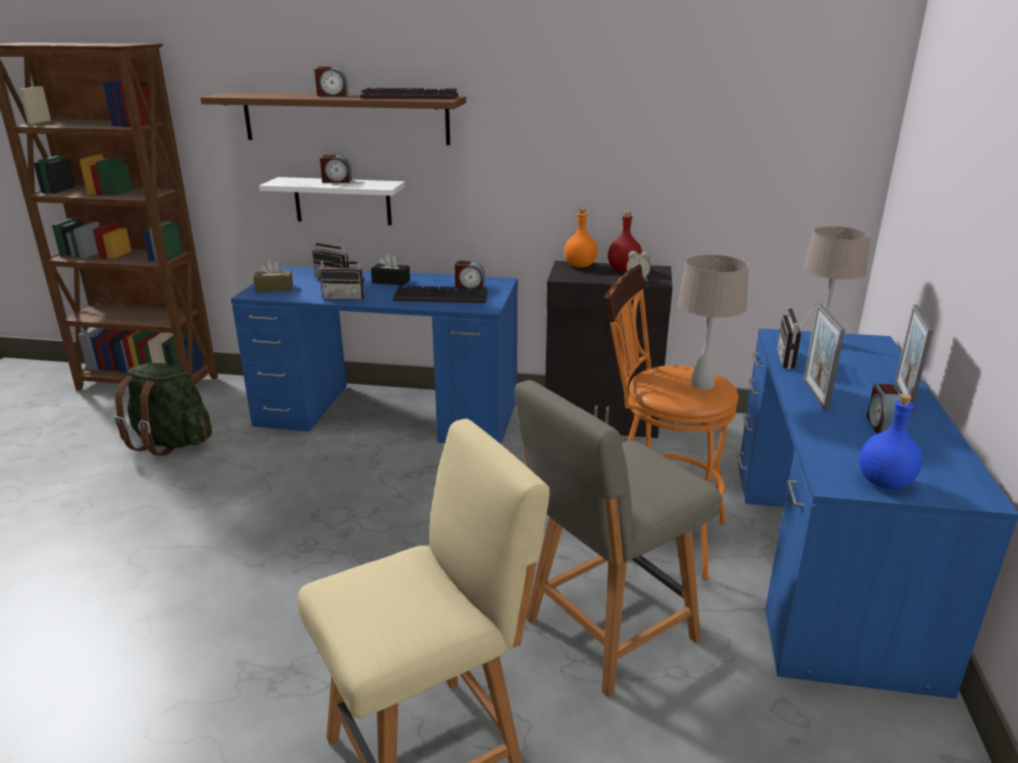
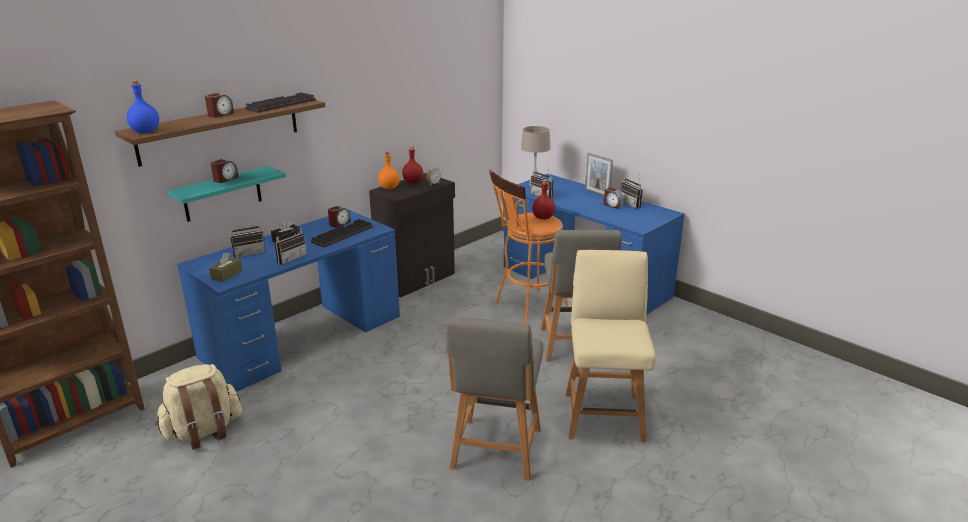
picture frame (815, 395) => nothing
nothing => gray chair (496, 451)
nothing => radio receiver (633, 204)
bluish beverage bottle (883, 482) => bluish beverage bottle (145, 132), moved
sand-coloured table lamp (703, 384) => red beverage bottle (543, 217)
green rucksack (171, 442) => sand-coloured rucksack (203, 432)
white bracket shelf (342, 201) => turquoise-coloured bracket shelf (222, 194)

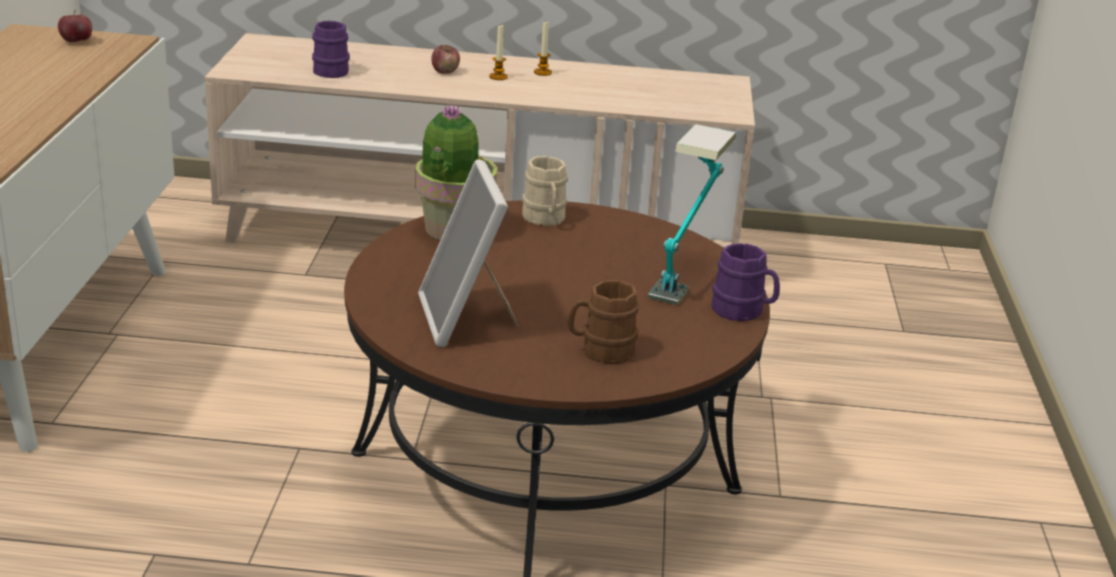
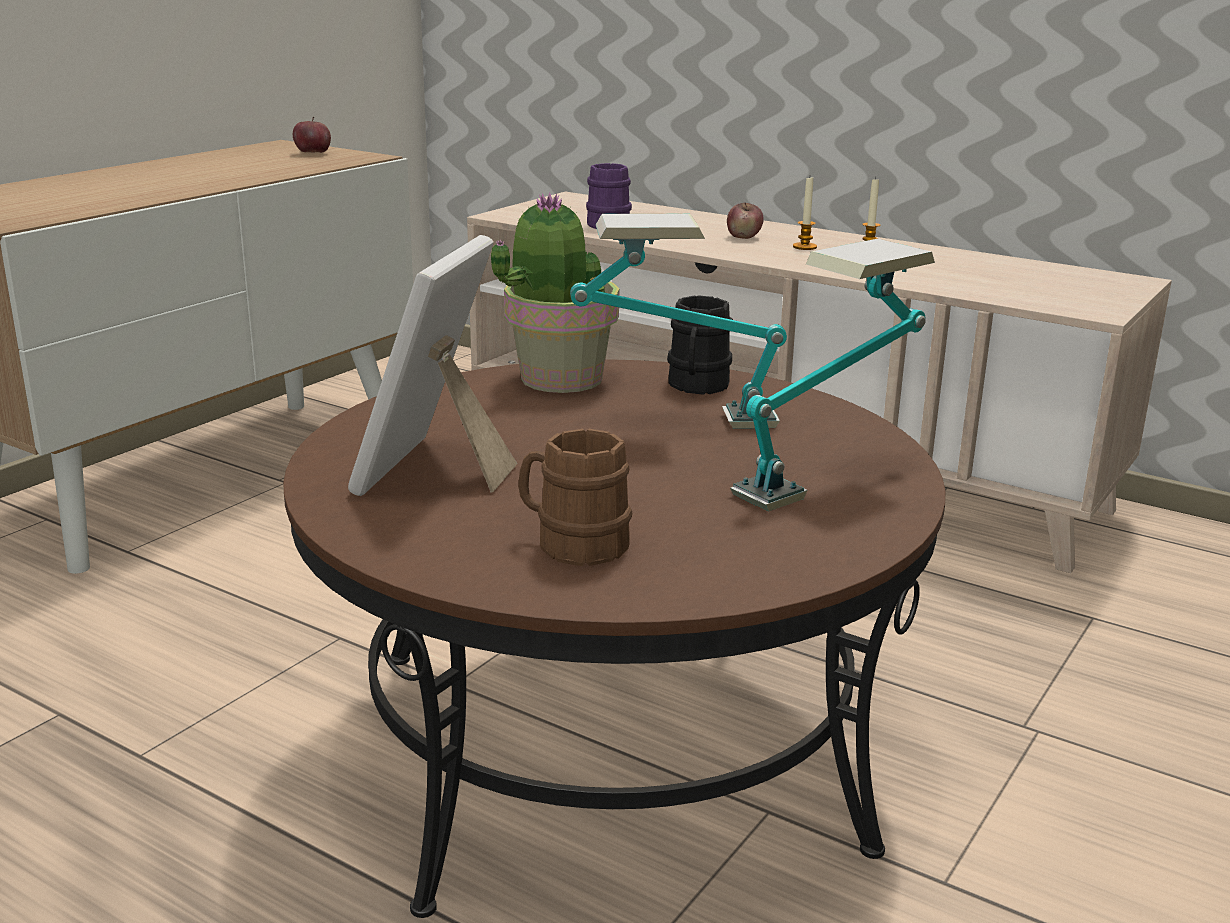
purple coffee mug (743, 312) => nothing
nothing => table lamp (676, 421)
sand-coloured coffee mug (545, 219) => black-coloured coffee mug (697, 386)

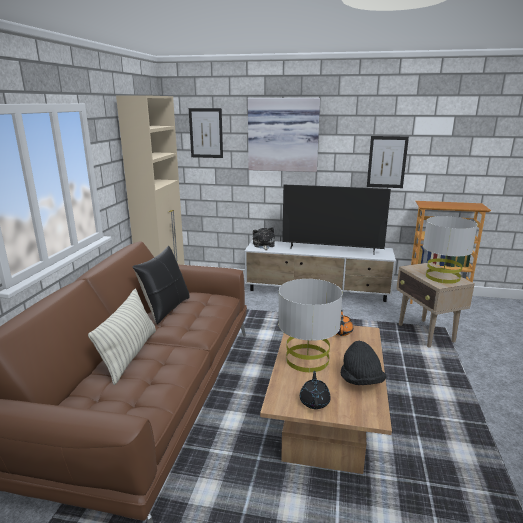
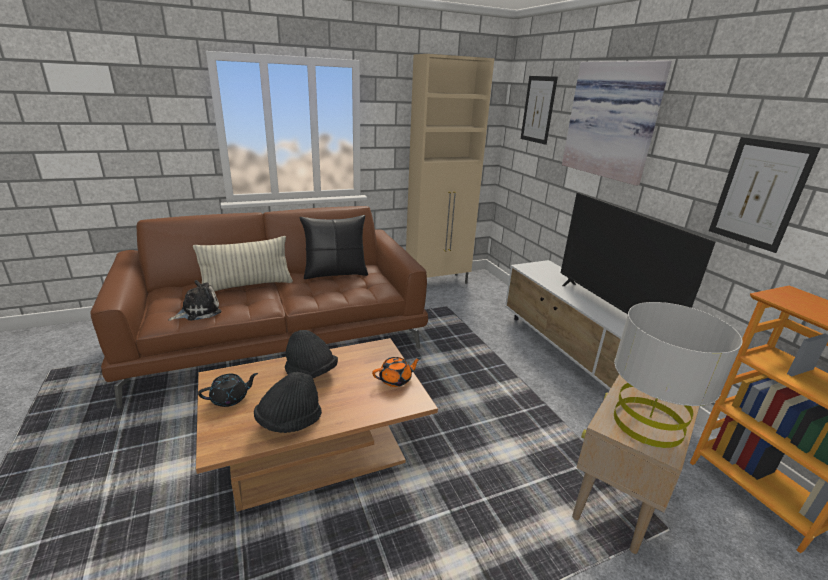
plush toy (263, 245) => plush toy (198, 311), moved
gray table lamp (307, 359) => black-coloured clothing hat (311, 372)

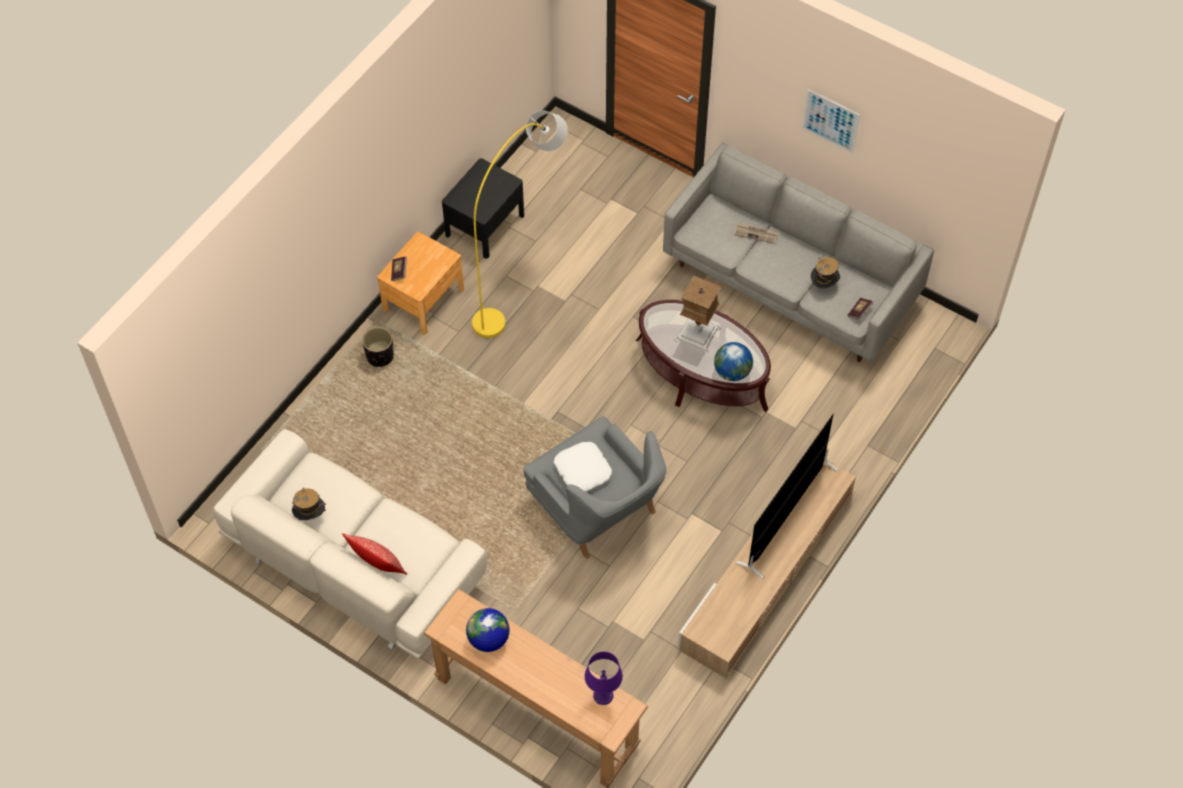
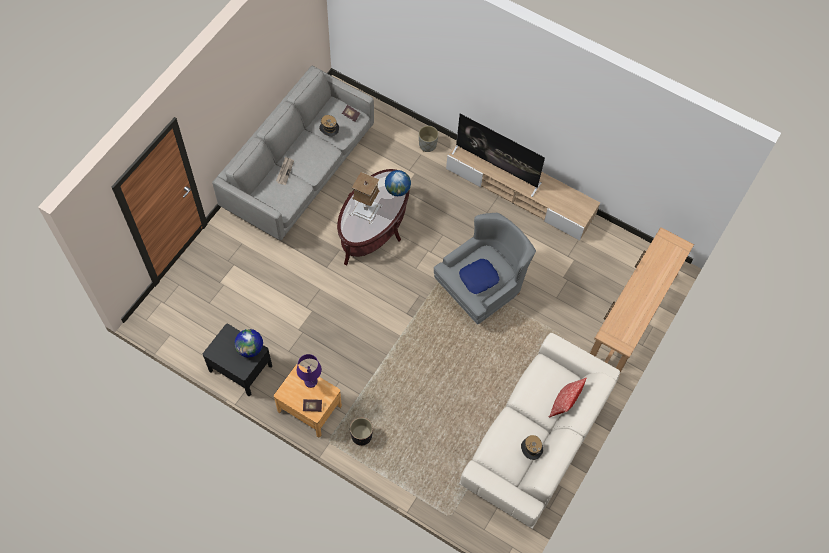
yellow-coloured floor lamp (522, 280) => nothing
picture (830, 121) => nothing
nothing => gray flower pot (427, 145)
desk globe (488, 639) => desk globe (250, 349), moved
purple table lamp (603, 696) => purple table lamp (311, 381), moved
white cushion (582, 470) => bluish cushion (479, 278)

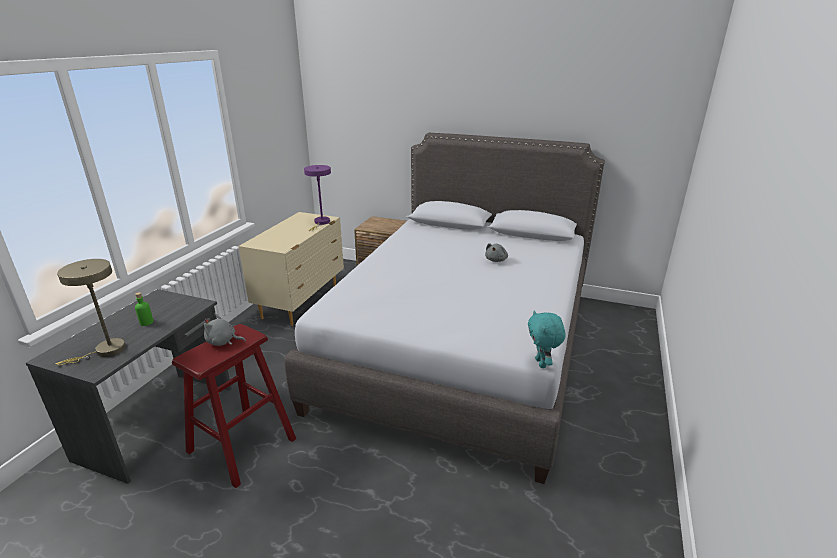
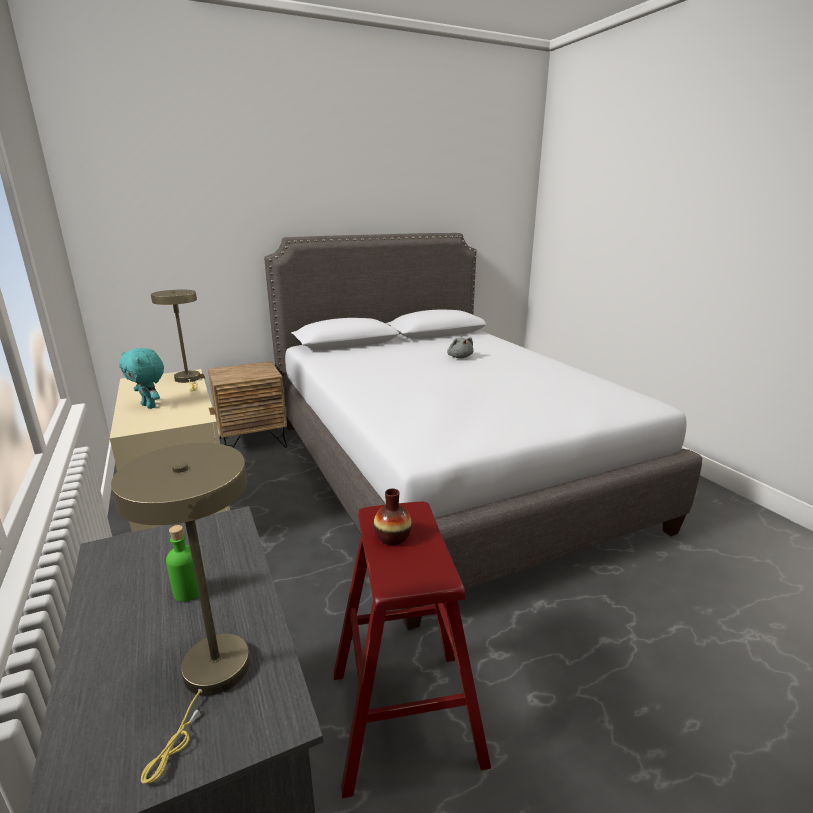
turquoise-coloured plush toy (542, 363) => turquoise-coloured plush toy (150, 406), moved
gray plush toy (223, 342) => flower vase (392, 537)
purple table lamp (321, 223) => sand-coloured table lamp (189, 380)

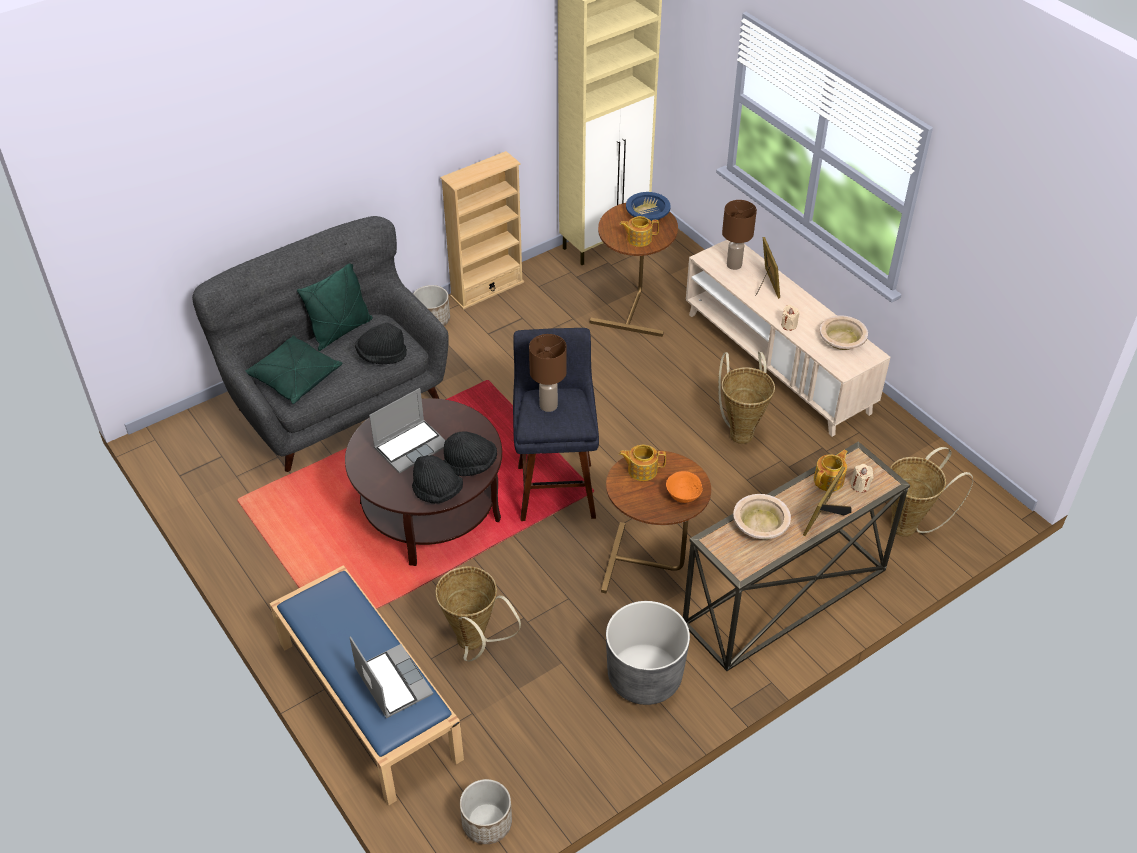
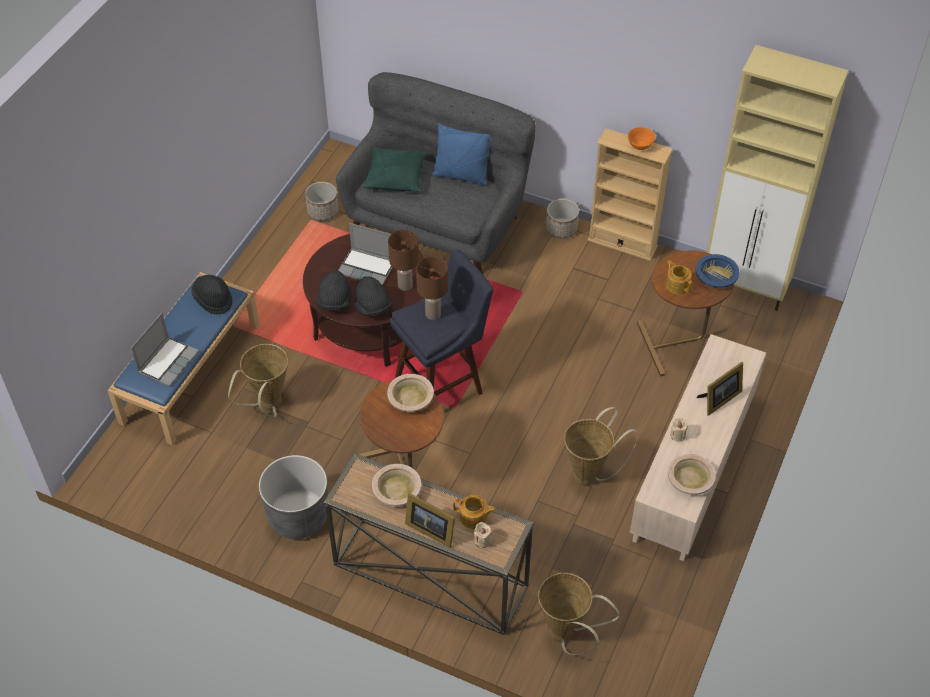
black-coloured clothing hat (381, 356) => black-coloured clothing hat (213, 300), moved
flower pot (487, 822) => flower pot (323, 211), moved
orangey bowl (683, 497) => orangey bowl (640, 146), moved
brown-coloured table lamp (734, 265) => brown-coloured table lamp (405, 285), moved
teapot (641, 470) => sand-coloured bowl (410, 398)
green cushion (340, 331) => bluish cushion (461, 176)
picture frame (824, 517) => picture frame (430, 529), 150 degrees counterclockwise

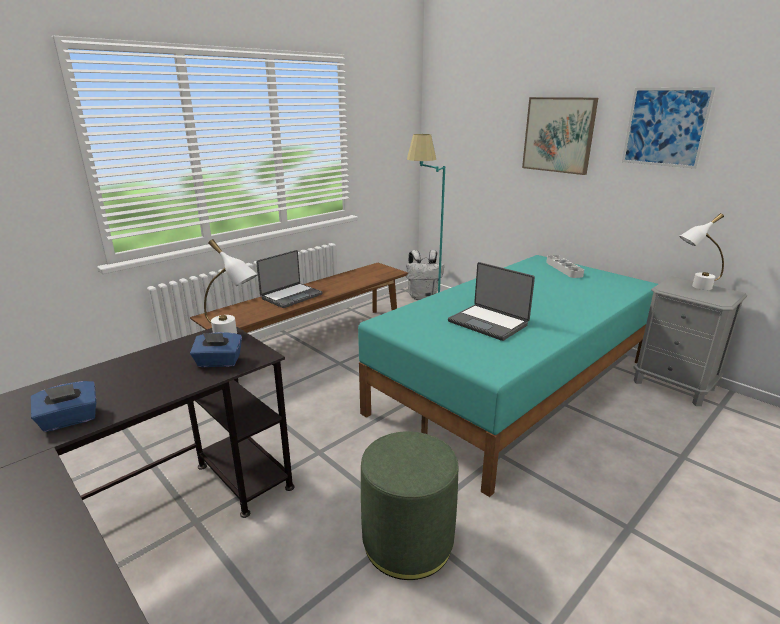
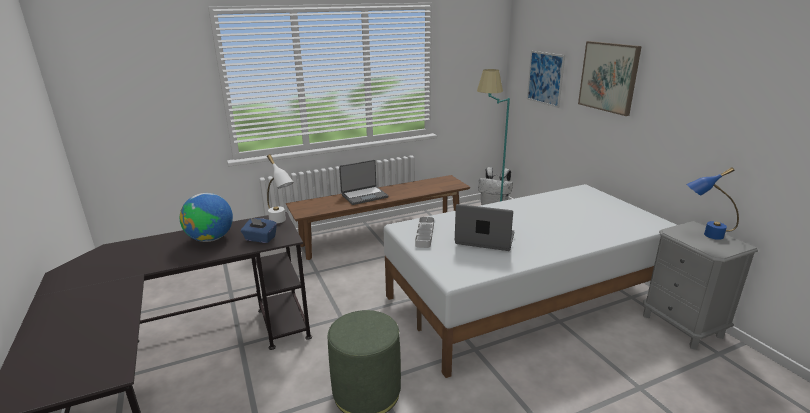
bluish tissue holder (70, 420) => nothing
nothing => desk globe (211, 239)
gray tray (564, 269) => gray tray (424, 234), moved
picture (665, 127) => picture (545, 78), moved
turquoise-coloured bedroom bed (516, 386) => white bedroom bed (526, 298)
white table lamp (694, 287) => bluish table lamp (704, 235)
portable computer (489, 323) => portable computer (484, 239), 135 degrees clockwise

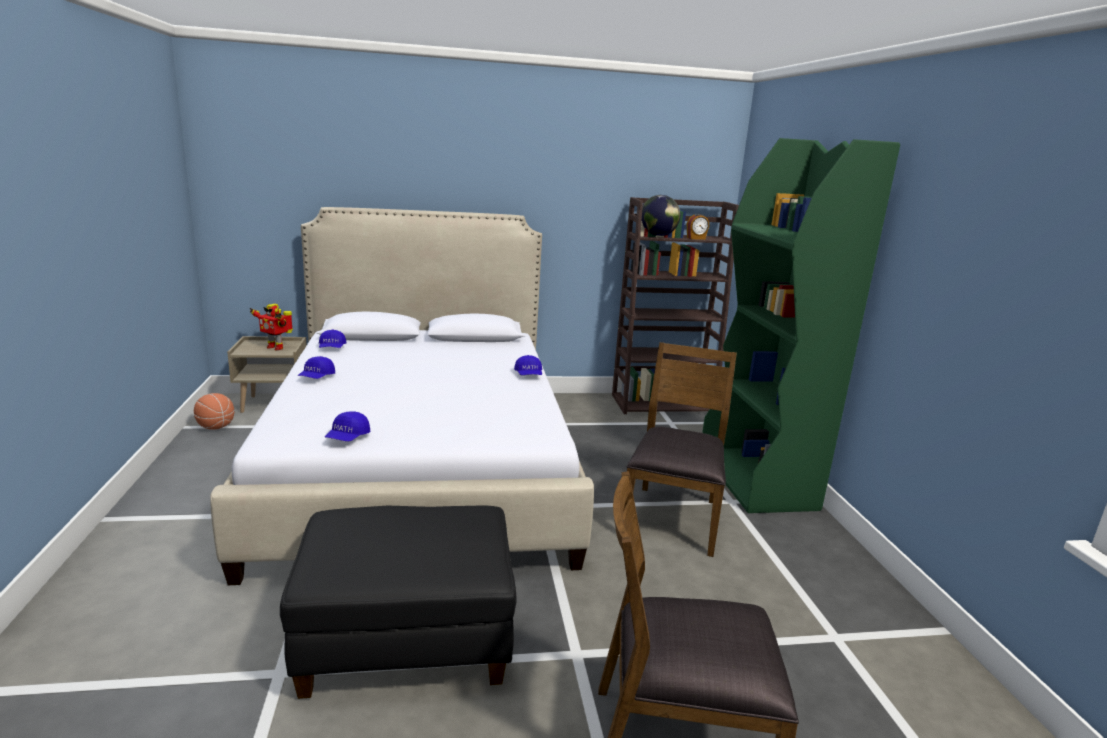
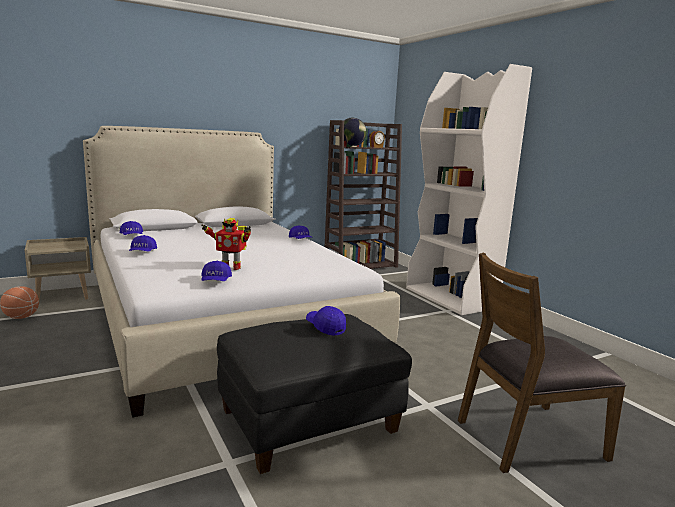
brown-coloured chair (672, 518) => nothing
nothing => bluish peaked cap (325, 327)
toy robot (275, 347) => toy robot (230, 267), moved
green bookshelf (757, 480) => white bookshelf (451, 298)

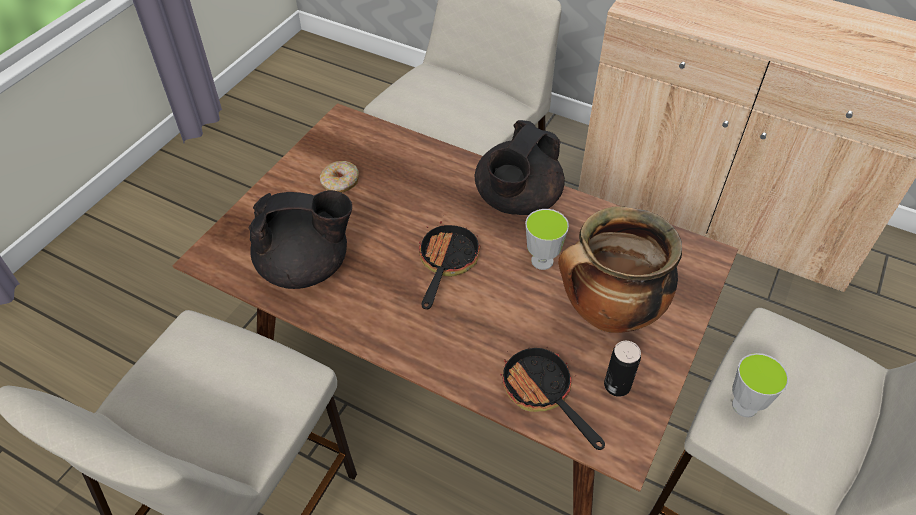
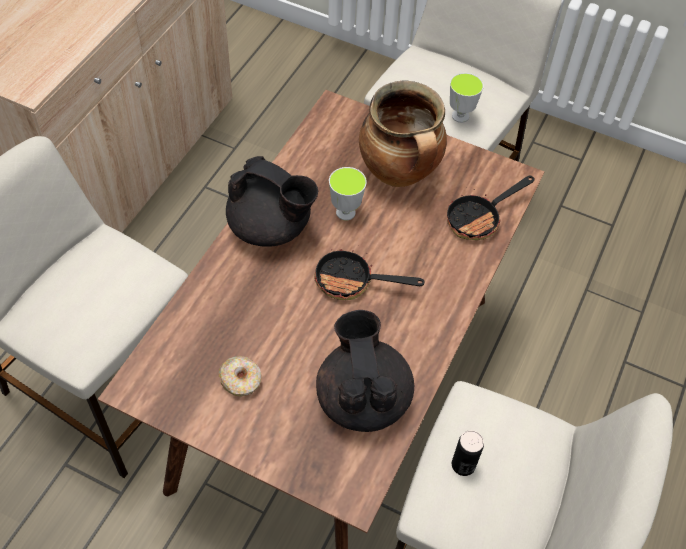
sealed can (617, 385) => sealed can (463, 465), moved

